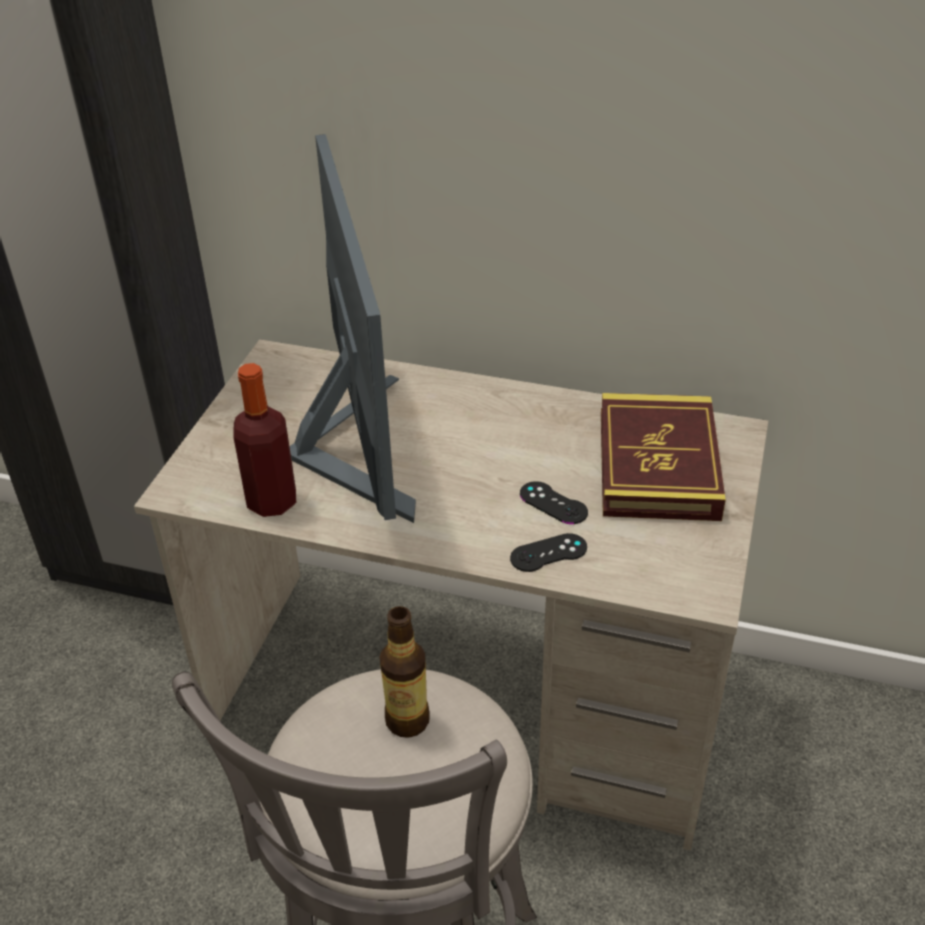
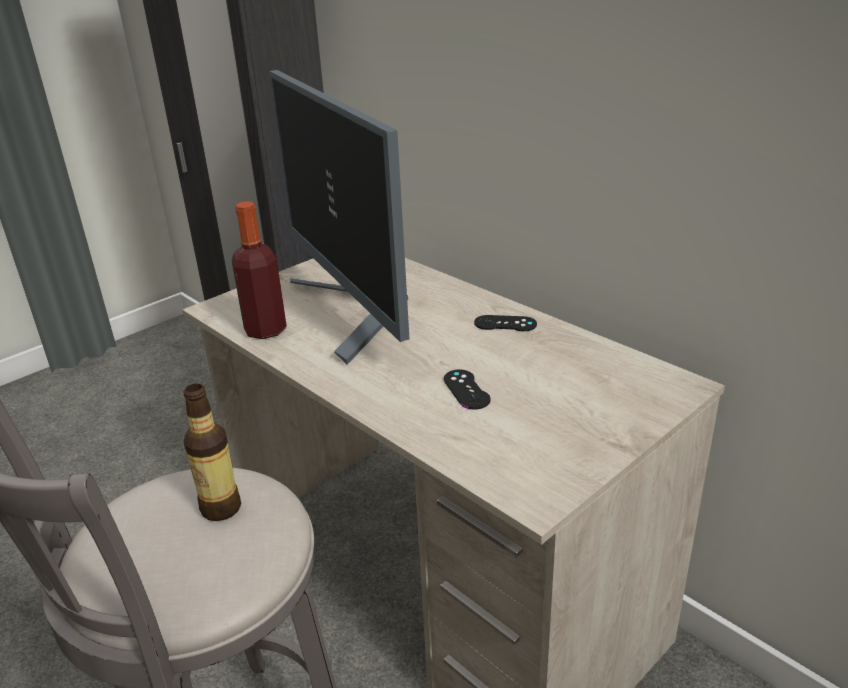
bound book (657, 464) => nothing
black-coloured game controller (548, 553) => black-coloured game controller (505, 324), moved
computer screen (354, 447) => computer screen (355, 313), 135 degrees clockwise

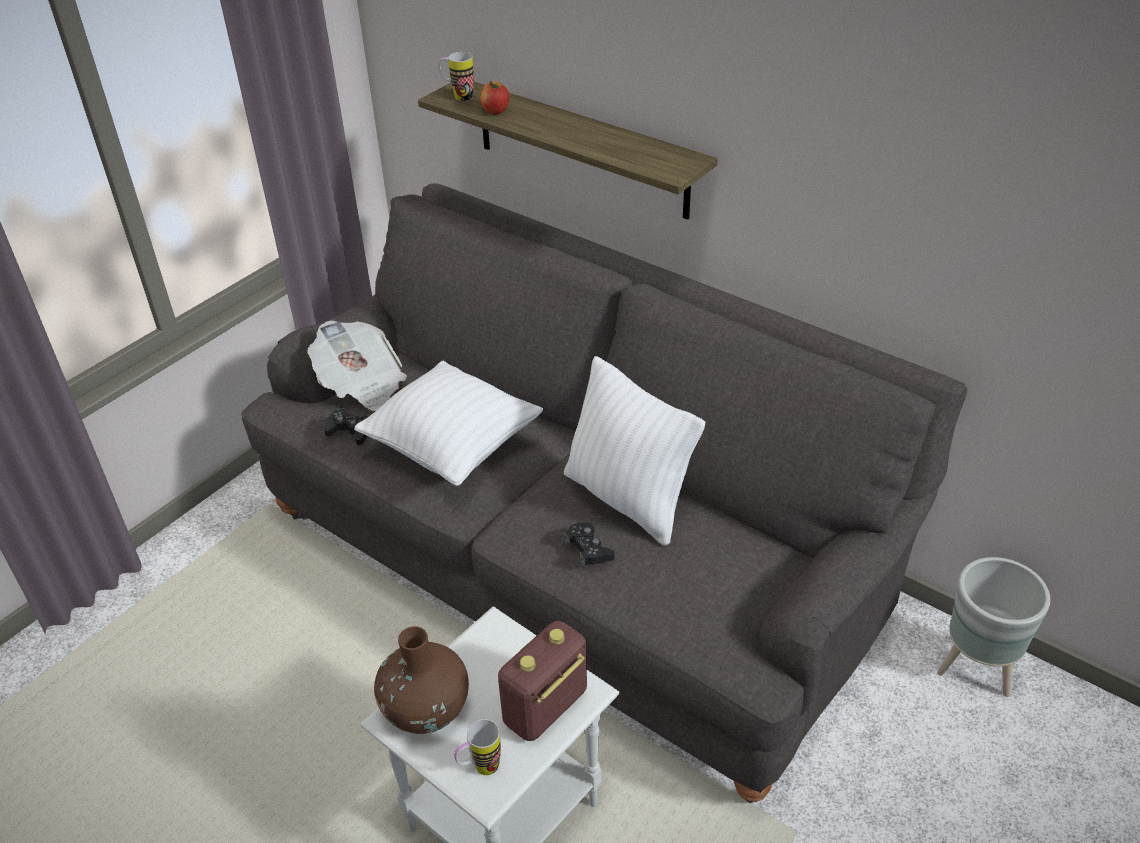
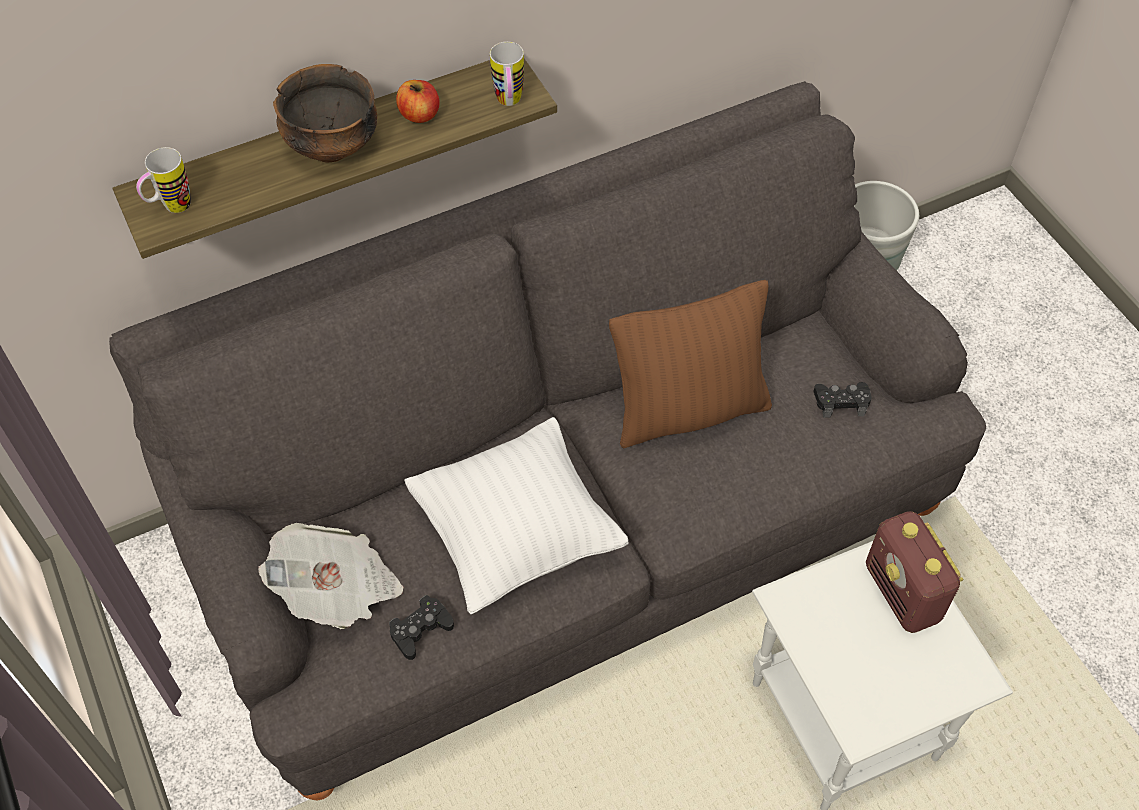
brown-coloured flower vase (426, 710) => nothing
nothing => bowl (331, 146)
coffee mug (480, 769) => coffee mug (509, 103), moved
apple fruit (495, 111) => apple fruit (419, 115), moved
black-coloured game controller (588, 549) => black-coloured game controller (841, 402), moved
white cushion (628, 499) => brown-coloured cushion (688, 410)

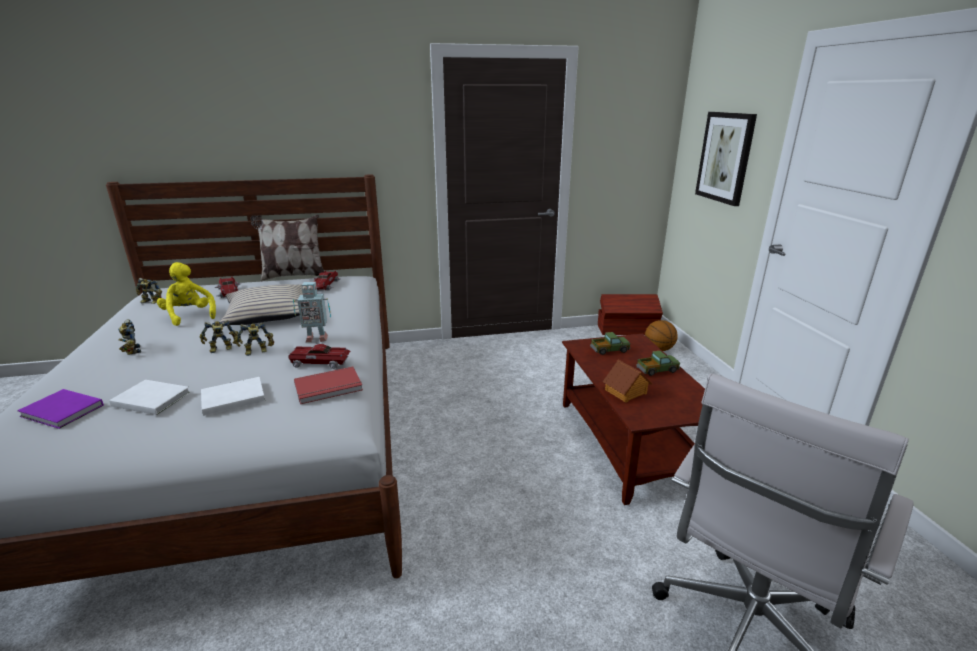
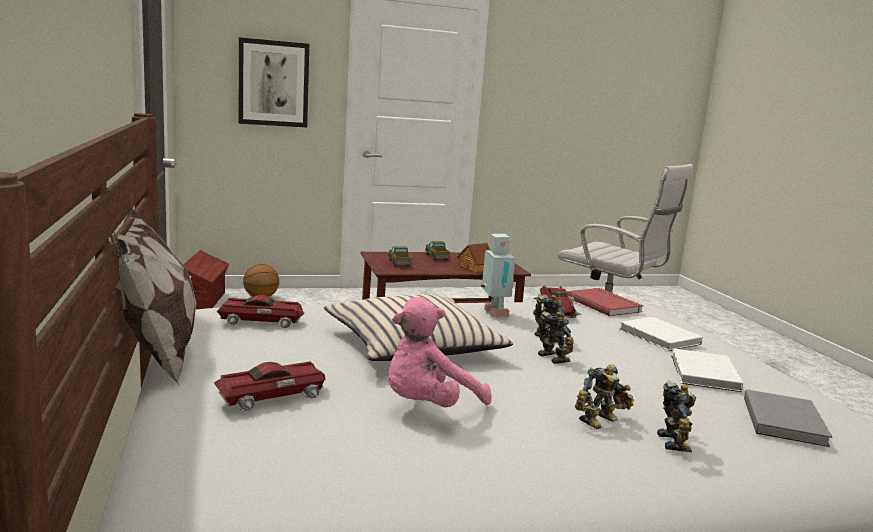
toy robot (150, 302) => toy robot (676, 442), moved
purple bound book (62, 411) => gray bound book (784, 420)
yellow-coloured plush toy (189, 316) => pinkish plush toy (428, 406)

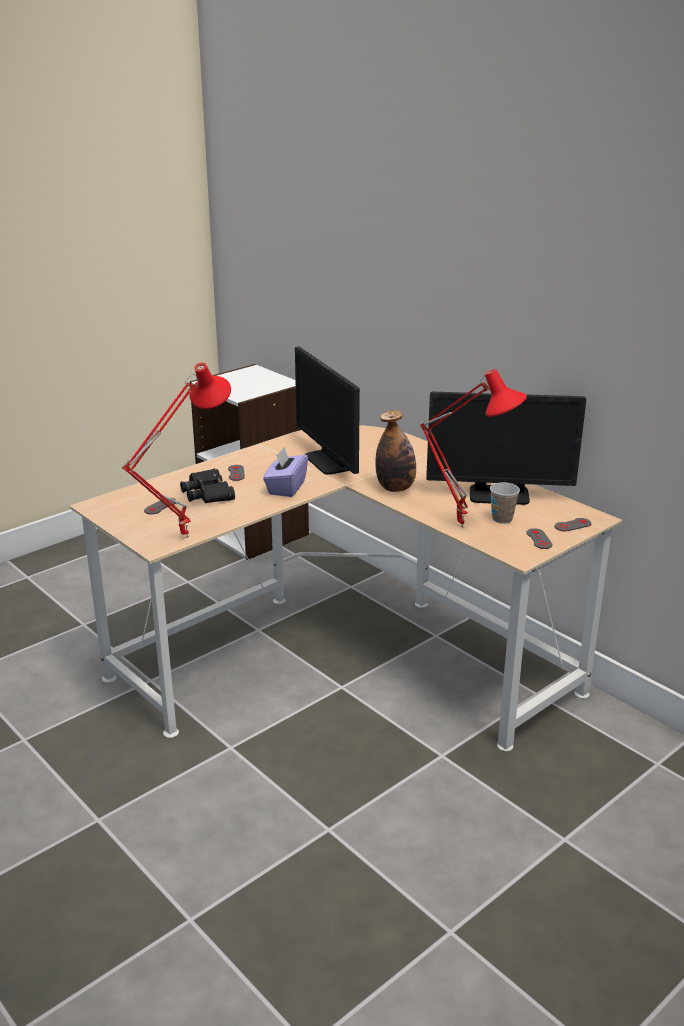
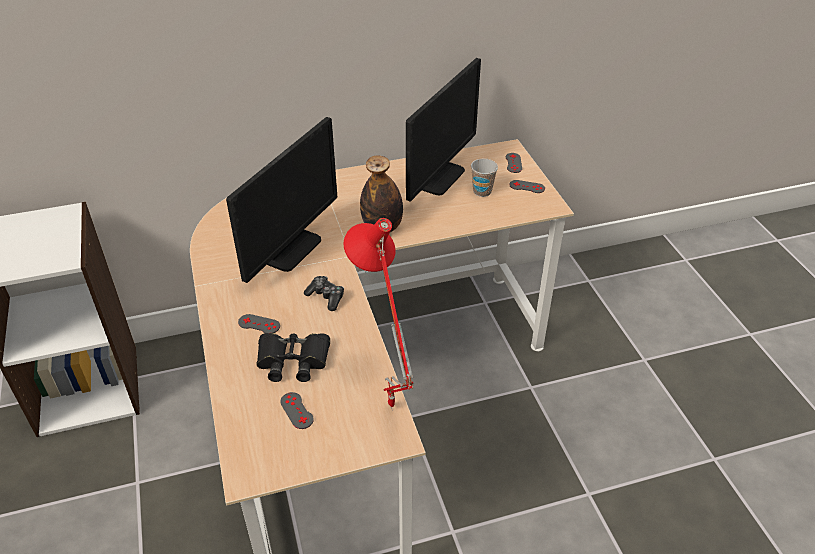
red table lamp (463, 525) => nothing
purple tissue holder (286, 487) => game controller (326, 297)
computer screen (330, 462) => computer screen (290, 249), 60 degrees counterclockwise

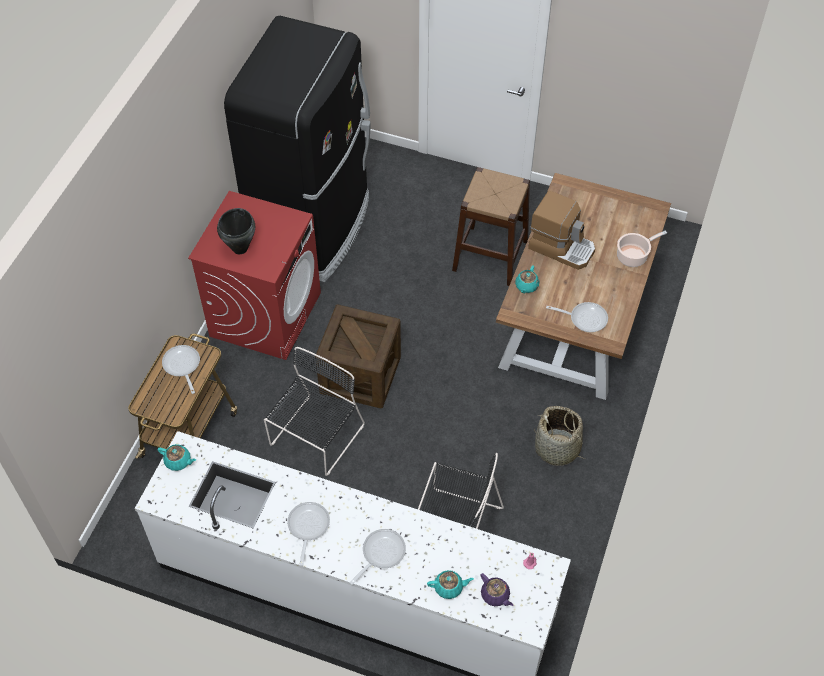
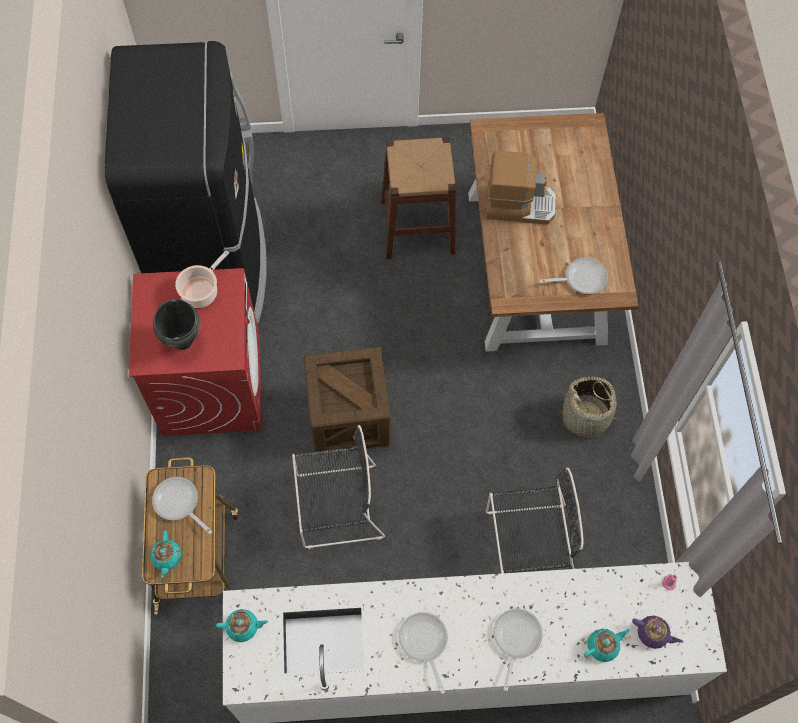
turquoise-coloured teapot (526, 286) => turquoise-coloured teapot (166, 557), moved
saucepot (633, 256) => saucepot (201, 291), moved
black-coloured chair (315, 437) => black-coloured chair (336, 506), 75 degrees clockwise

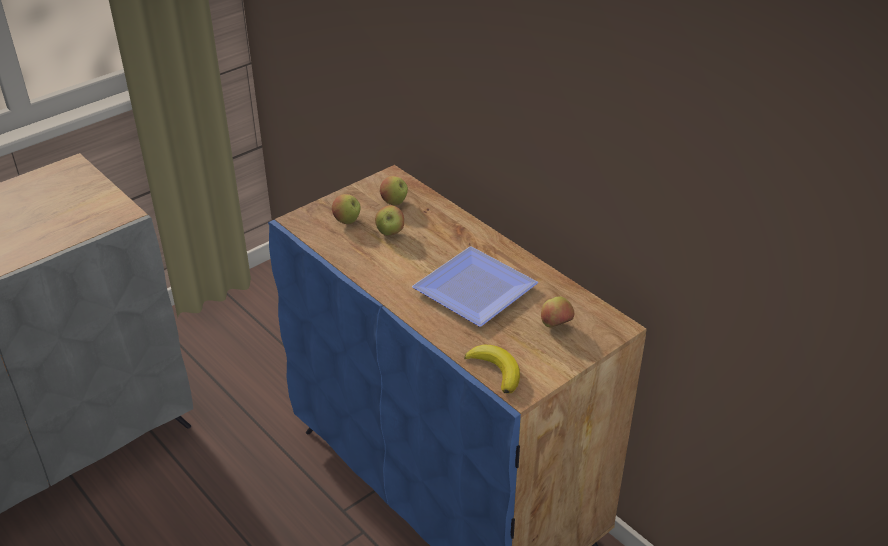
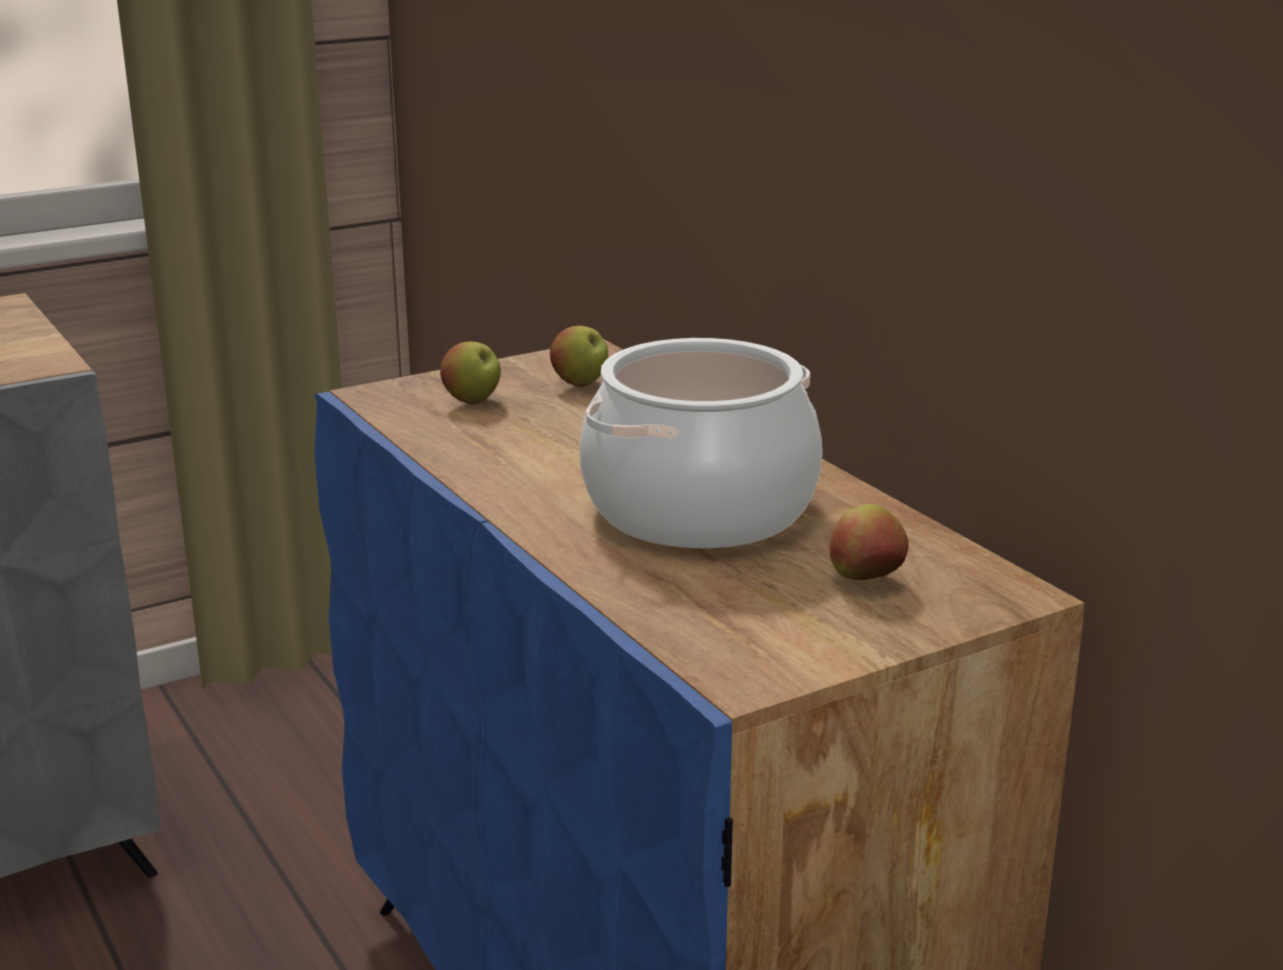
apple fruit (390, 232) => nothing
banana (496, 370) => nothing
flat dish (474, 287) => saucepot (699, 508)

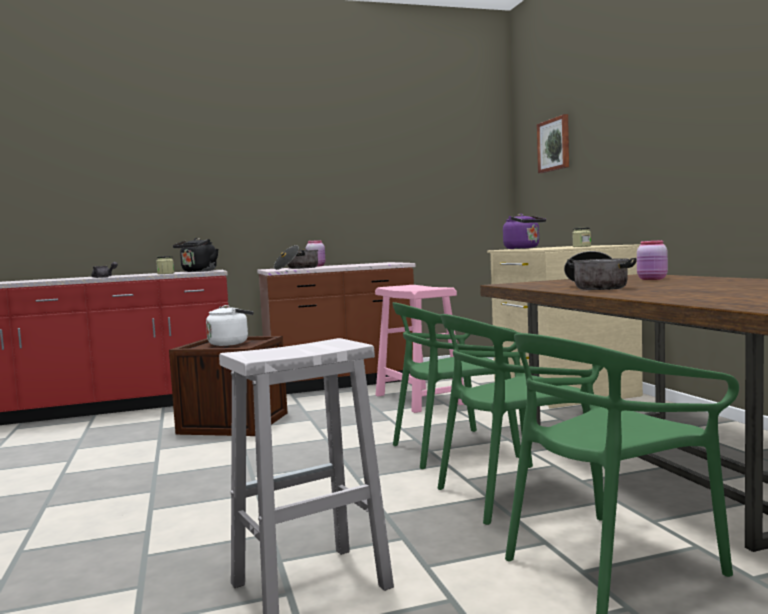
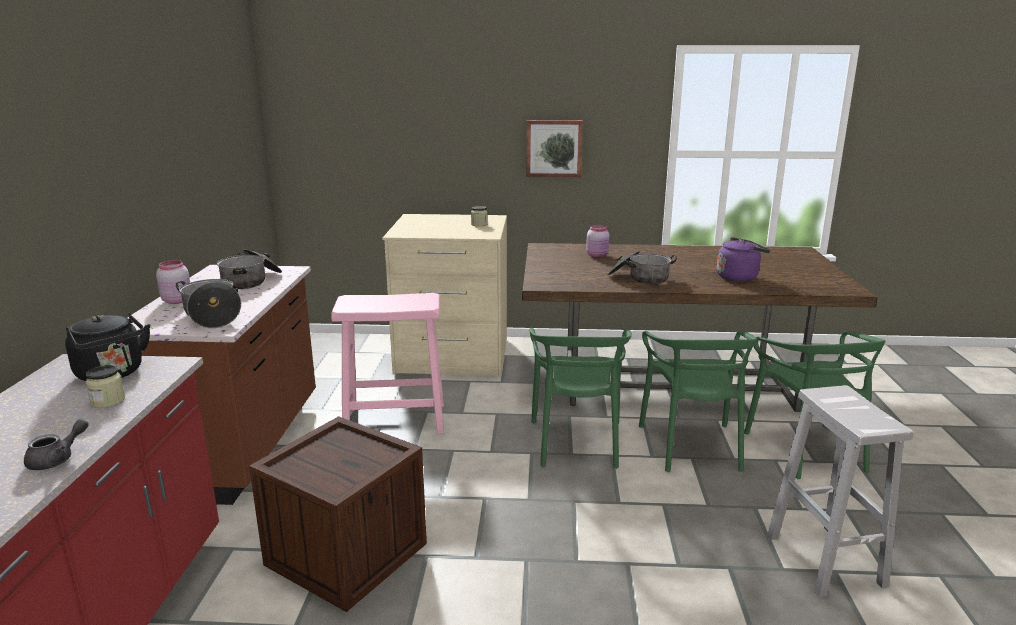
white tea kettle (231, 343) => nothing
nothing => saucepot (251, 281)
purple tea kettle (523, 248) => purple tea kettle (739, 277), moved
picture (554, 144) => picture (554, 148), moved

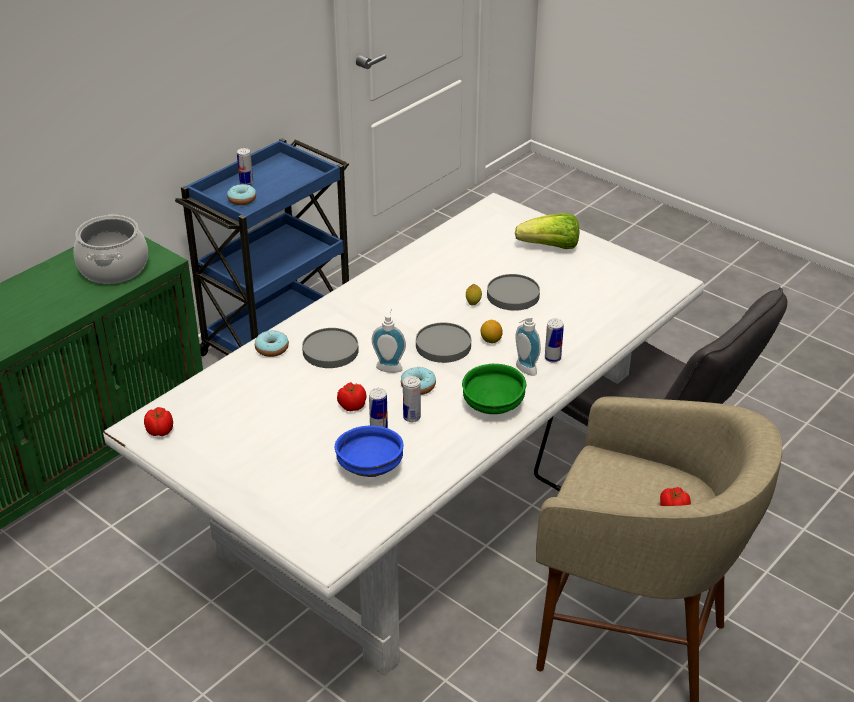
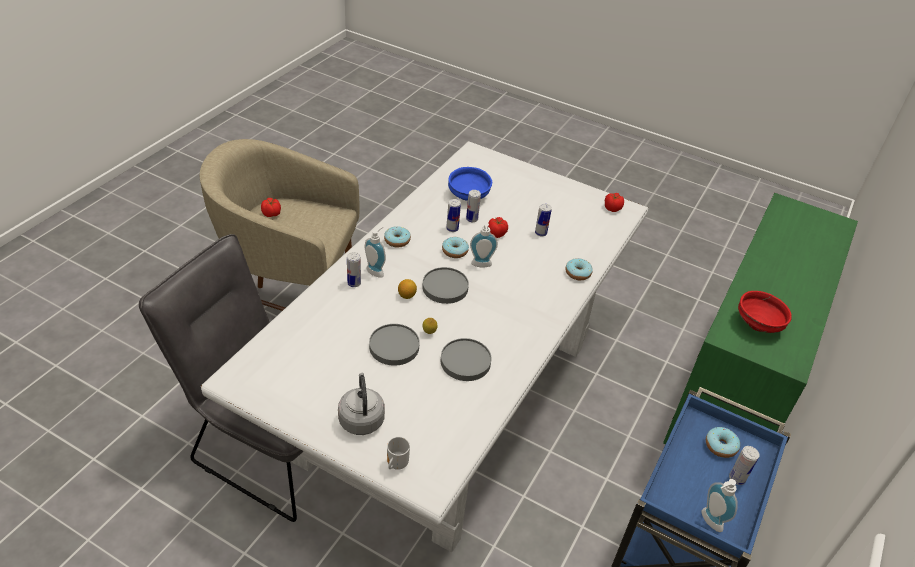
nothing => coffee mug (396, 464)
nothing => sealed can (540, 233)
nothing => soap bottle (709, 522)
gray flat dish (330, 351) => gray flat dish (466, 361), moved
saucepot (113, 268) => red bowl (759, 324)
green bowl (492, 406) => doughnut (397, 241)
lettuce head (550, 247) => gray tea kettle (361, 418)

